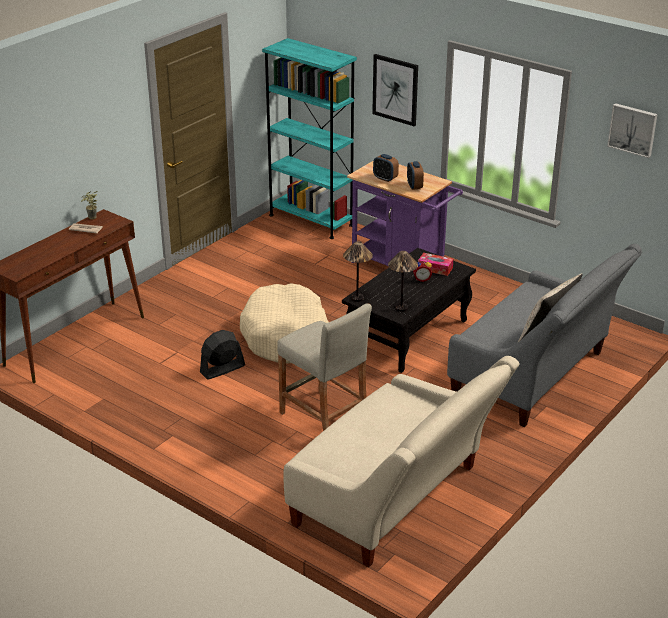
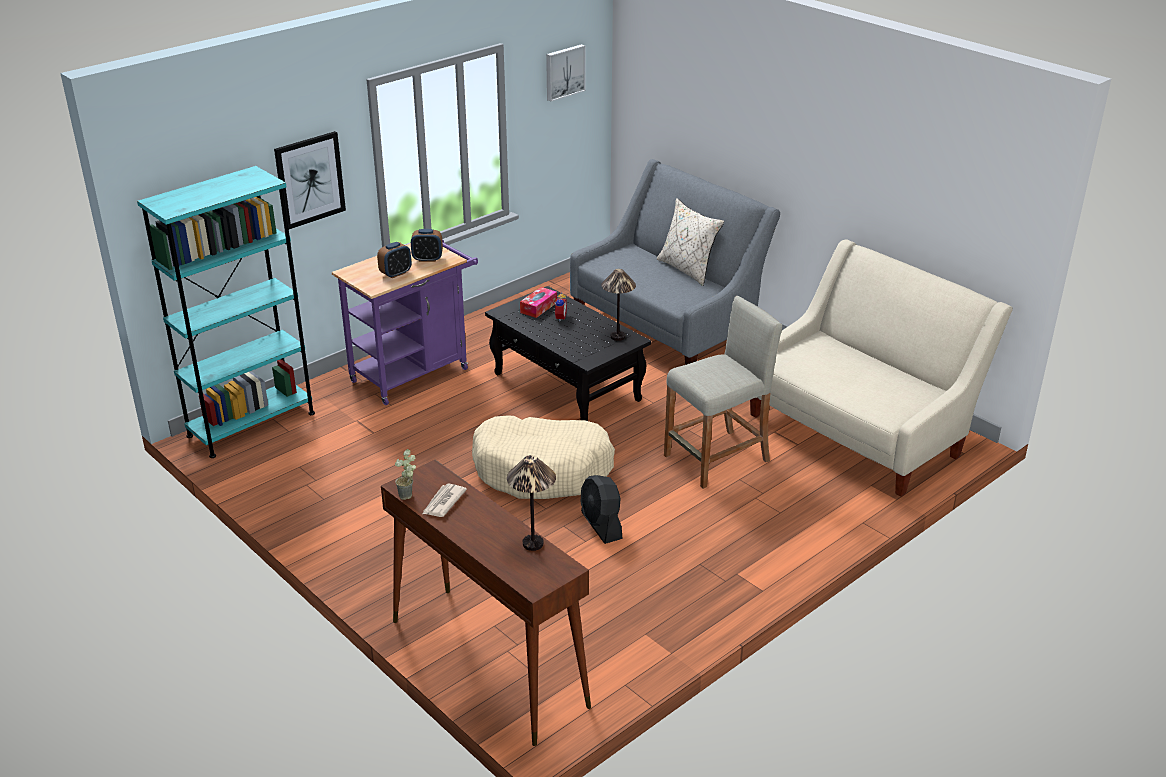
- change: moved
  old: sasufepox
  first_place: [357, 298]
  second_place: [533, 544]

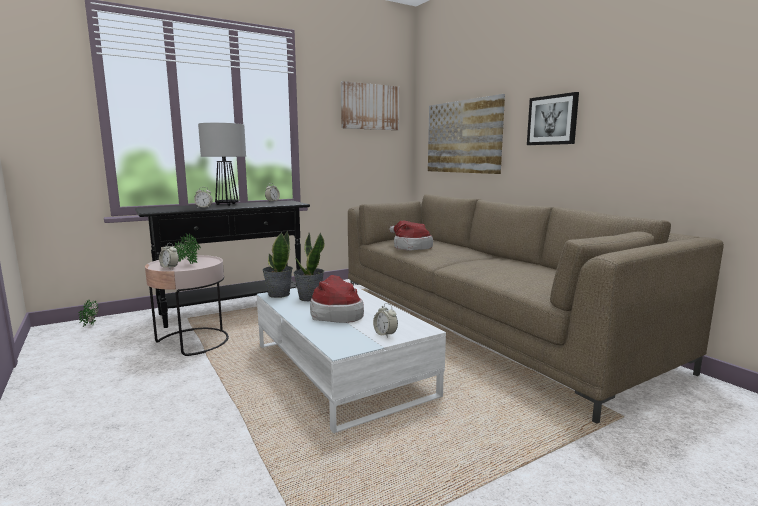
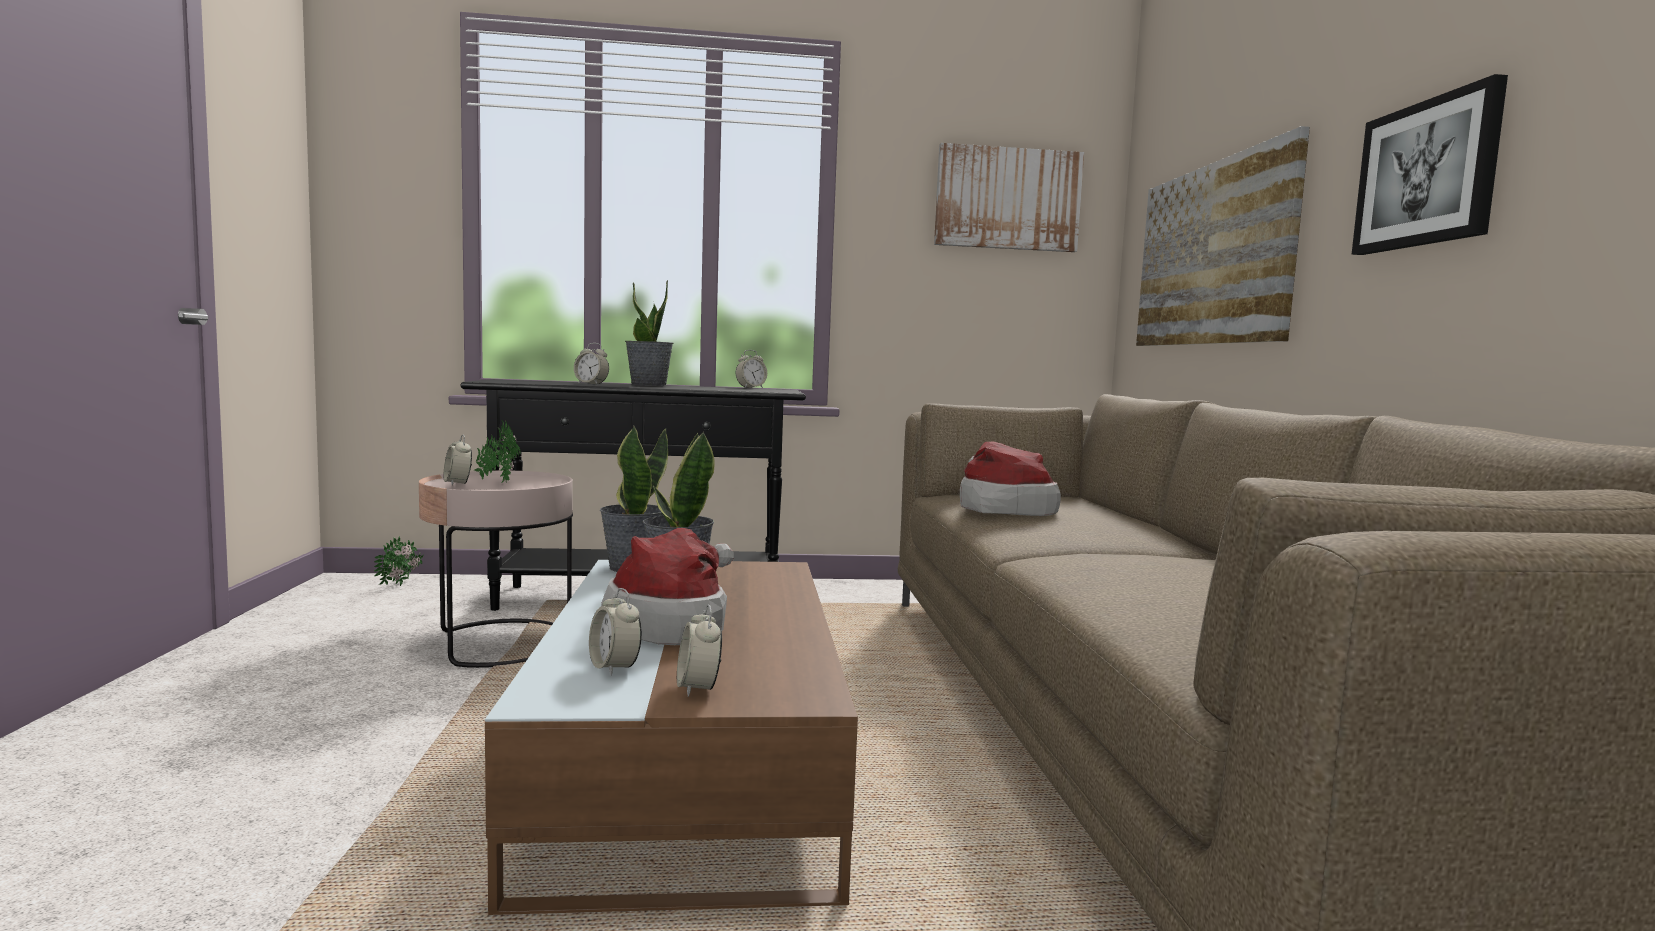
- change: recoloured
  old: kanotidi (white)
  new: kanotidi (brown)
  first_place: [340, 369]
  second_place: [690, 764]
- change: added
  new: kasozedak
  second_place: [614, 667]
- change: replaced
  old: sasufepox
  new: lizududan
  first_place: [226, 204]
  second_place: [649, 385]

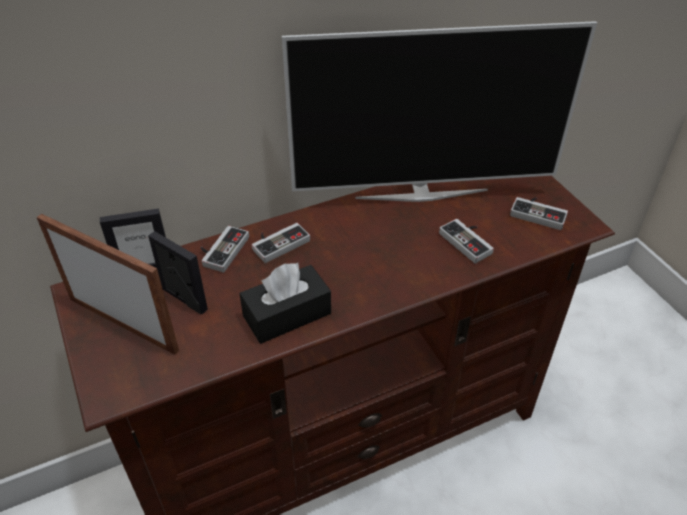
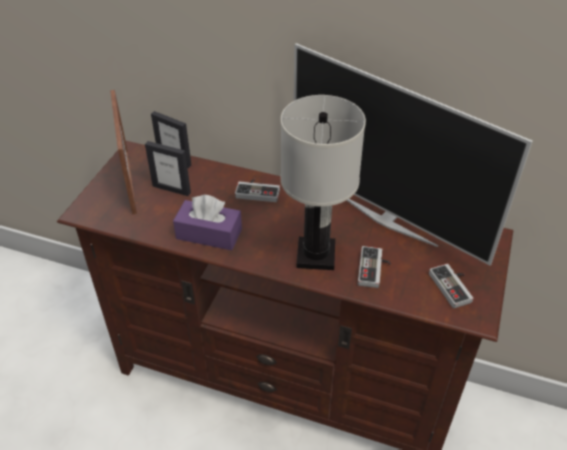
- change: turned
  old: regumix
  first_place: [184, 299]
  second_place: [171, 189]
  degrees: 120
- change: recoloured
  old: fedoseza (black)
  new: fedoseza (purple)
  first_place: [287, 314]
  second_place: [209, 234]
- change: added
  new: sasufepox (white)
  second_place: [315, 255]
- change: removed
  old: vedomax
  first_place: [221, 250]

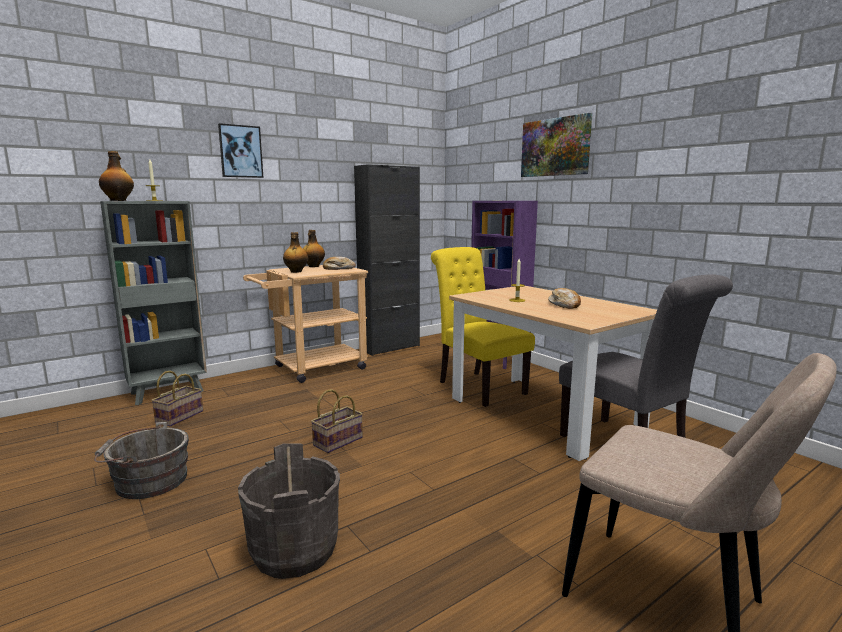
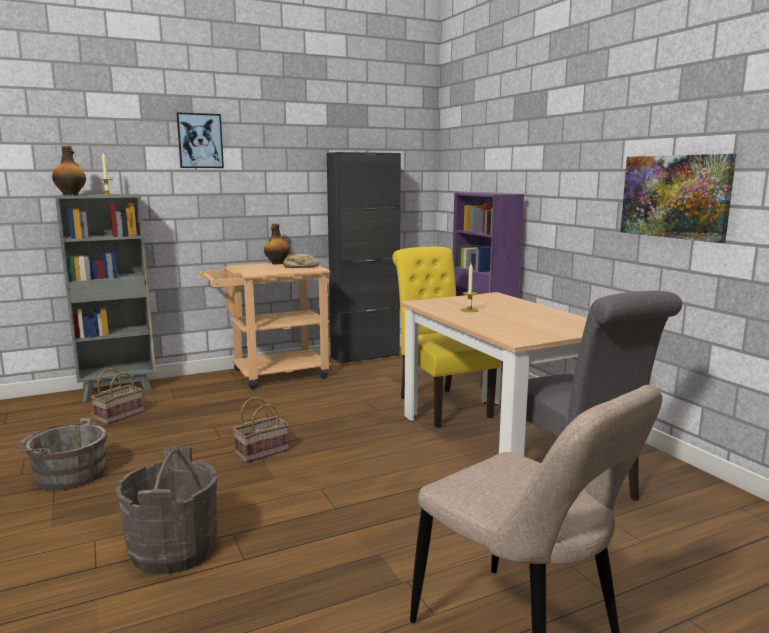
- change: moved
  old: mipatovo
  first_place: [555, 147]
  second_place: [675, 196]
- change: removed
  old: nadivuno
  first_place: [296, 272]
- change: removed
  old: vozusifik
  first_place: [565, 305]

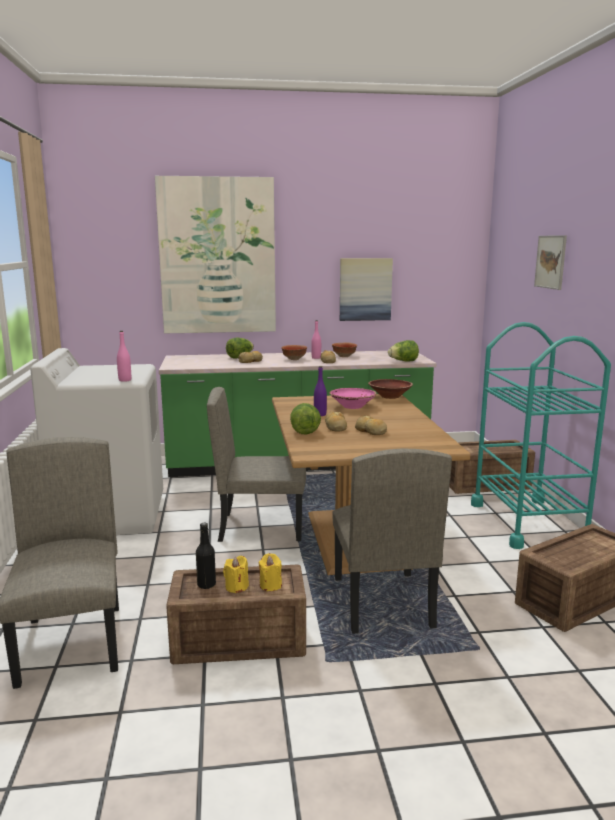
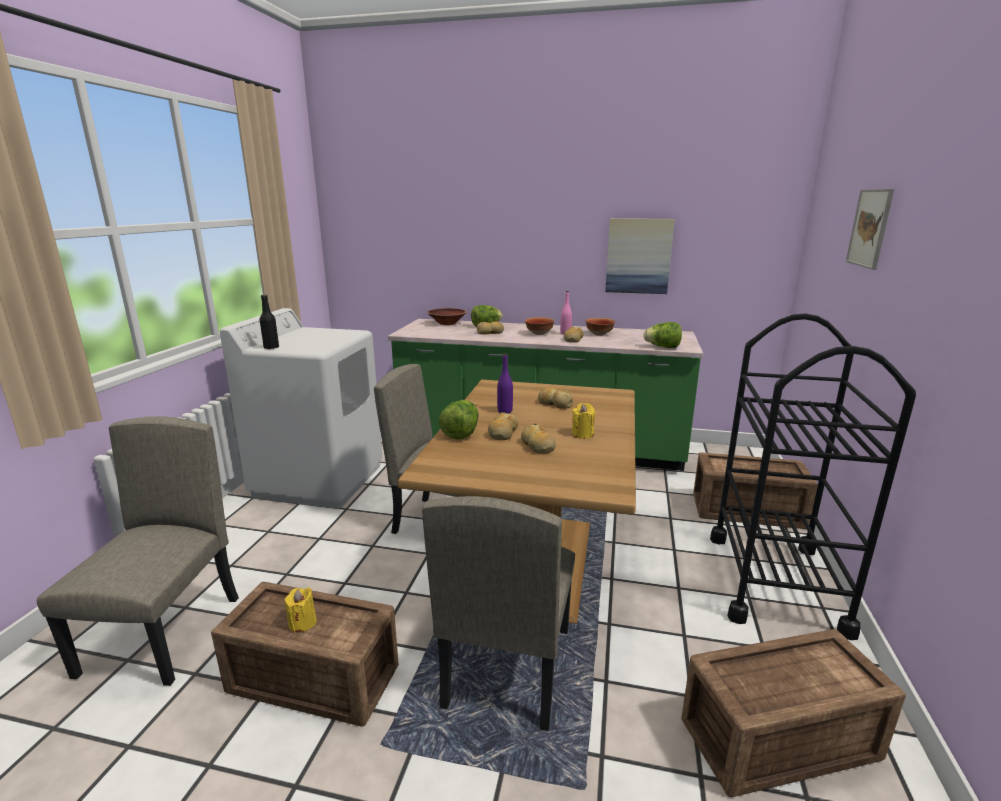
- change: moved
  old: nadivuno (black)
  first_place: [206, 585]
  second_place: [271, 347]
- change: moved
  old: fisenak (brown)
  first_place: [390, 396]
  second_place: [447, 323]
- change: replaced
  old: fisenak (pink)
  new: vozusifik
  first_place: [352, 406]
  second_place: [555, 403]
- change: moved
  old: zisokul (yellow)
  first_place: [270, 585]
  second_place: [582, 434]
- change: recoloured
  old: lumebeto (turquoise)
  new: lumebeto (black)
  first_place: [528, 522]
  second_place: [775, 581]
- change: removed
  old: nadivuno (pink)
  first_place: [125, 380]
- change: removed
  old: mipatovo
  first_place: [217, 256]

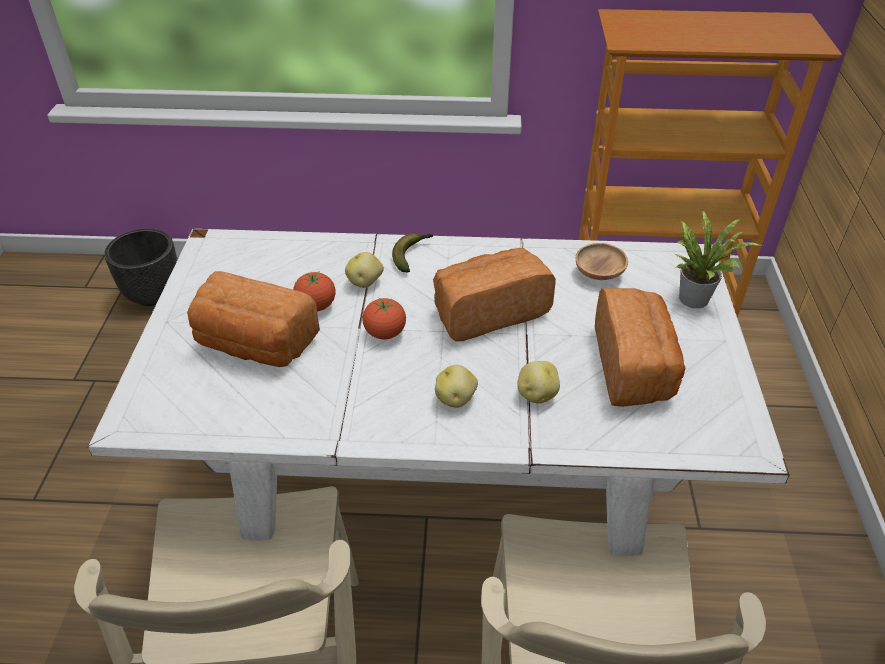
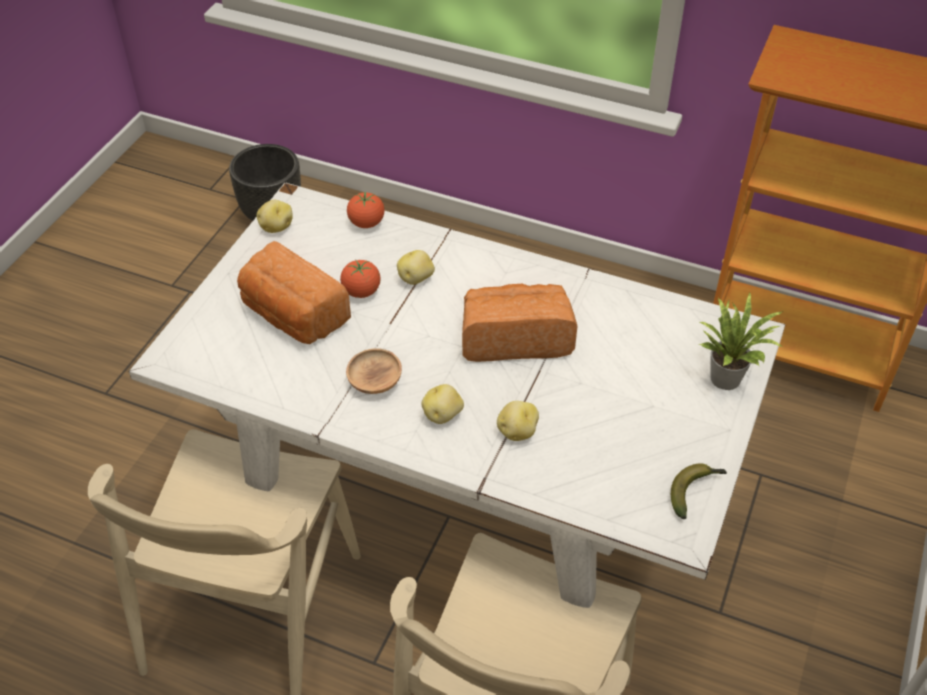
- change: added
  new: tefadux
  second_place: [276, 227]
- change: moved
  old: fisenak (brown)
  first_place: [599, 273]
  second_place: [375, 382]
- change: moved
  old: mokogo
  first_place: [385, 333]
  second_place: [366, 223]
- change: moved
  old: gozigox
  first_place: [412, 255]
  second_place: [695, 491]
- change: removed
  old: vozusifik
  first_place: [634, 367]

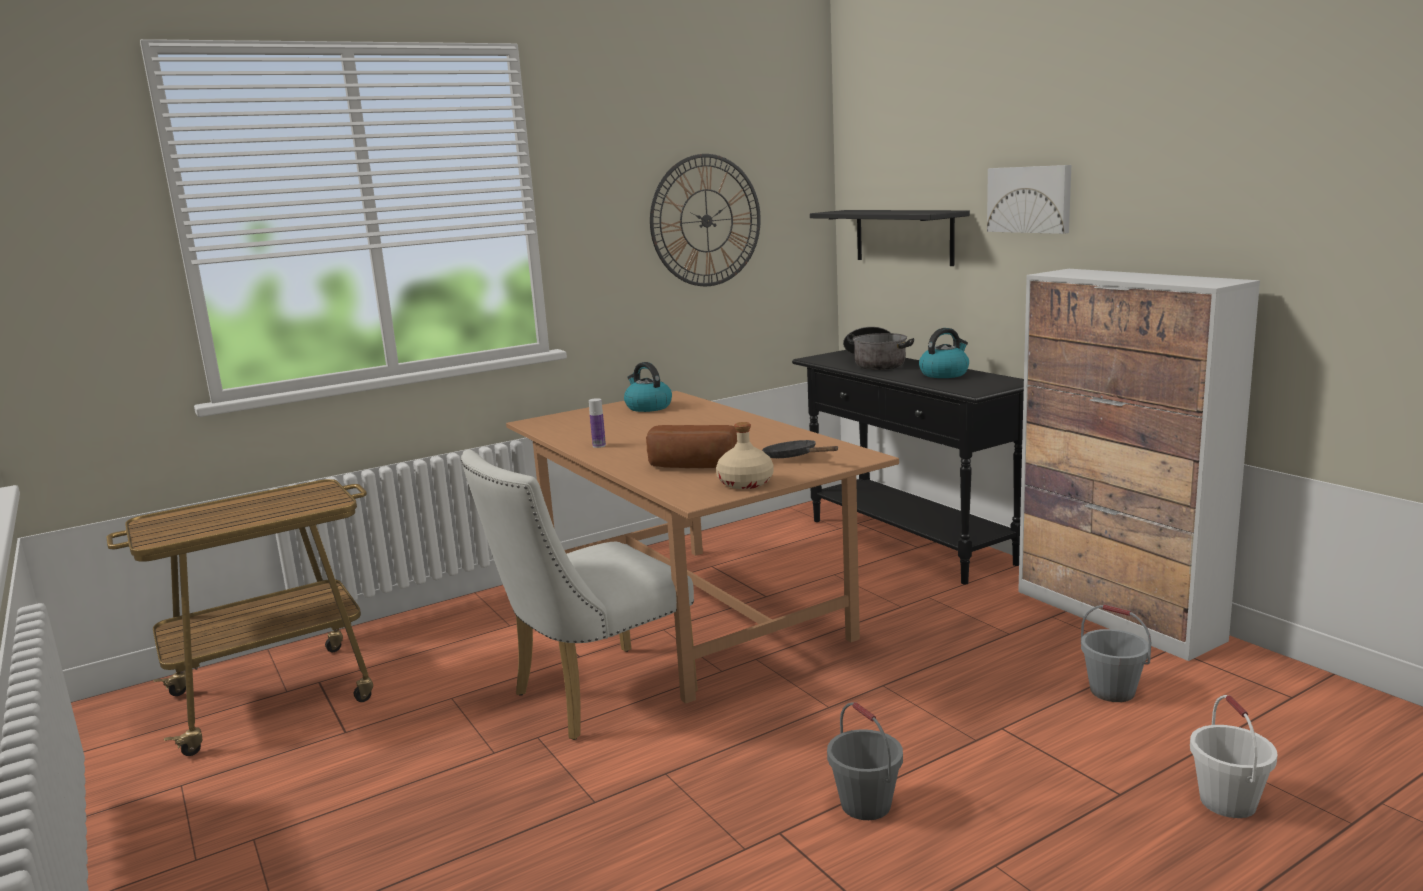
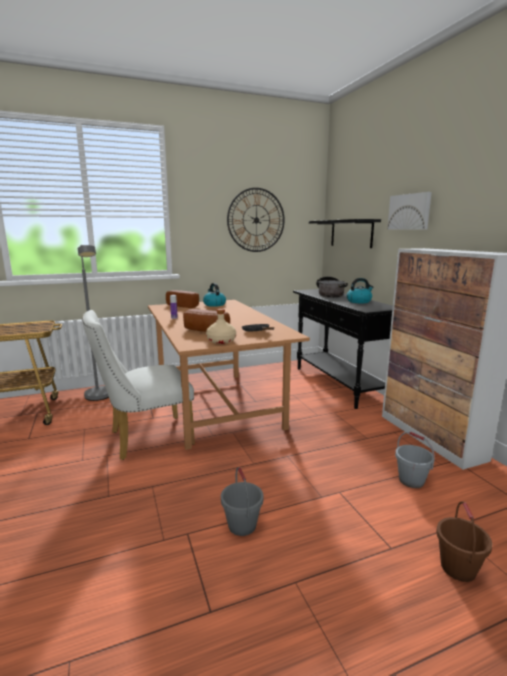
- change: added
  new: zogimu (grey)
  second_place: [100, 398]
- change: added
  new: vozusifik
  second_place: [184, 305]
- change: recoloured
  old: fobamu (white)
  new: fobamu (brown)
  first_place: [1228, 802]
  second_place: [458, 568]

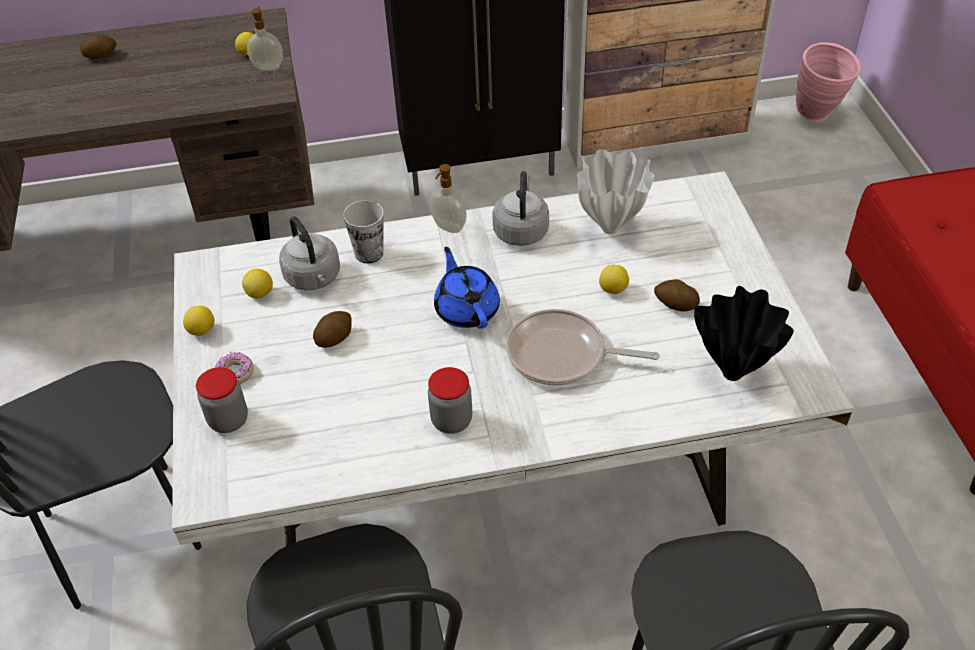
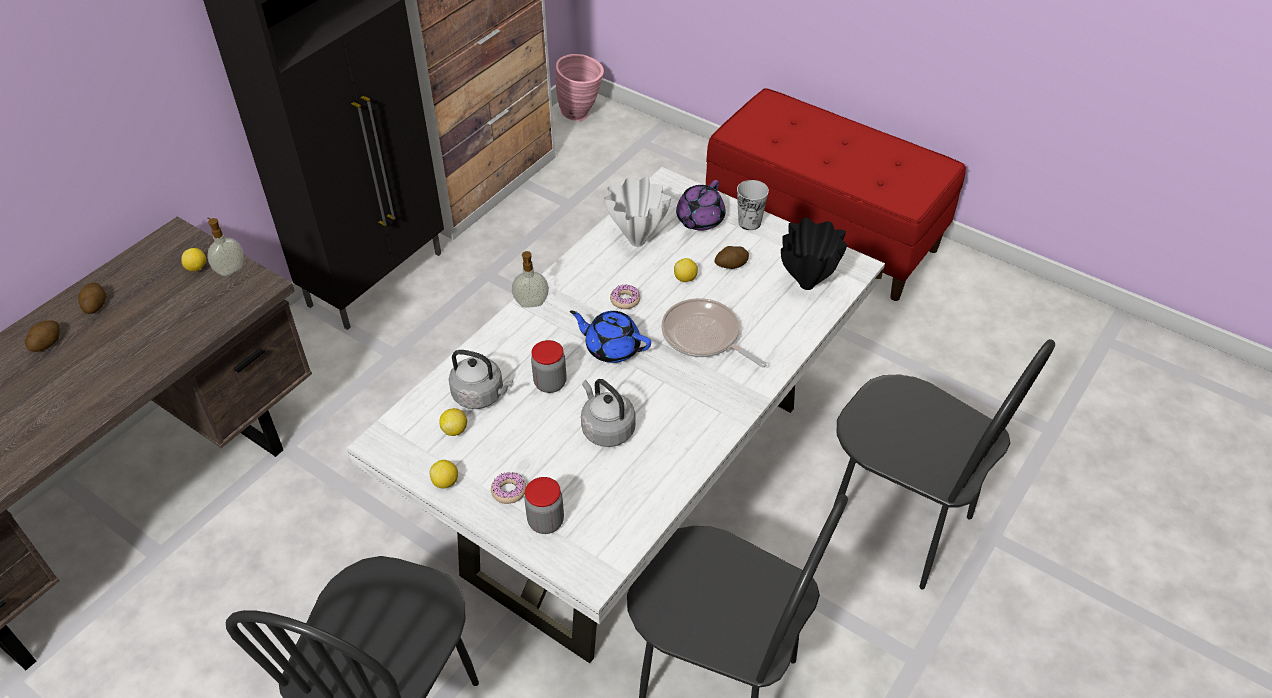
- change: moved
  old: tefadux
  first_place: [334, 337]
  second_place: [95, 305]
- change: moved
  old: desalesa
  first_place: [451, 420]
  second_place: [550, 383]
- change: moved
  old: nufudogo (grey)
  first_place: [521, 230]
  second_place: [606, 428]
- change: added
  new: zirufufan
  second_place: [625, 300]
- change: turned
  old: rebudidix
  first_place: [562, 355]
  second_place: [704, 337]
  degrees: 75
- change: added
  new: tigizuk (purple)
  second_place: [699, 220]
- change: moved
  old: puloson
  first_place: [369, 253]
  second_place: [749, 222]

